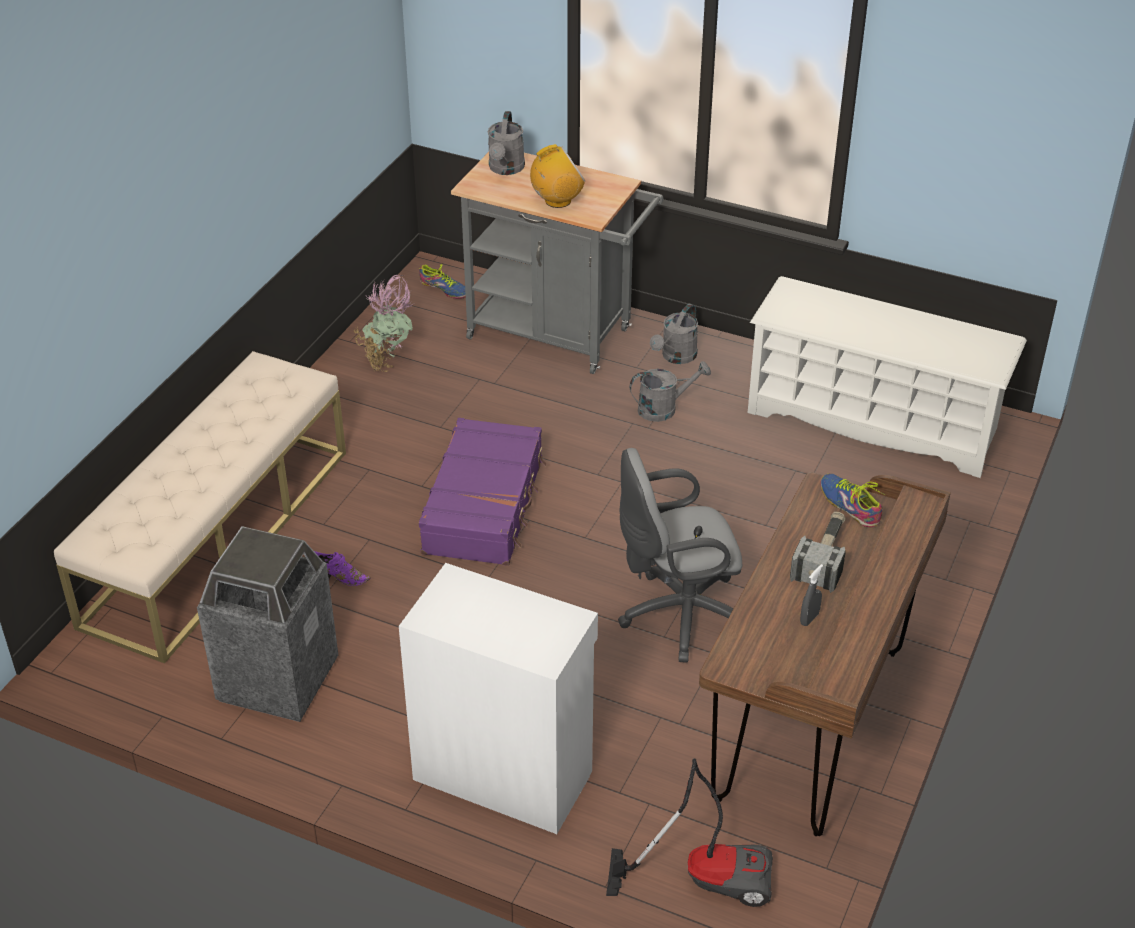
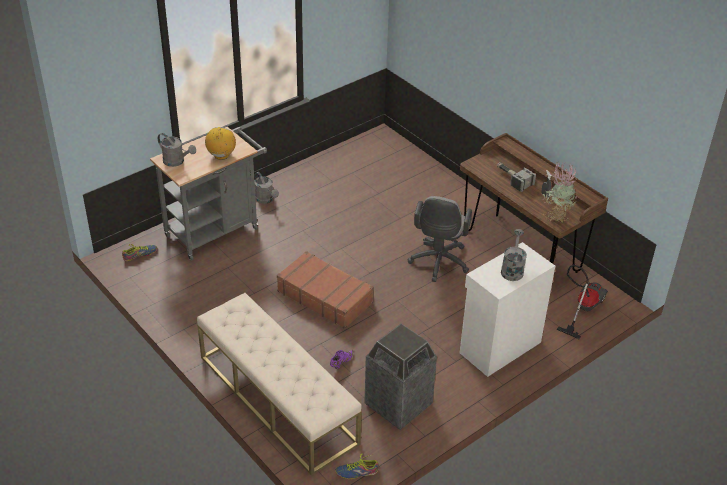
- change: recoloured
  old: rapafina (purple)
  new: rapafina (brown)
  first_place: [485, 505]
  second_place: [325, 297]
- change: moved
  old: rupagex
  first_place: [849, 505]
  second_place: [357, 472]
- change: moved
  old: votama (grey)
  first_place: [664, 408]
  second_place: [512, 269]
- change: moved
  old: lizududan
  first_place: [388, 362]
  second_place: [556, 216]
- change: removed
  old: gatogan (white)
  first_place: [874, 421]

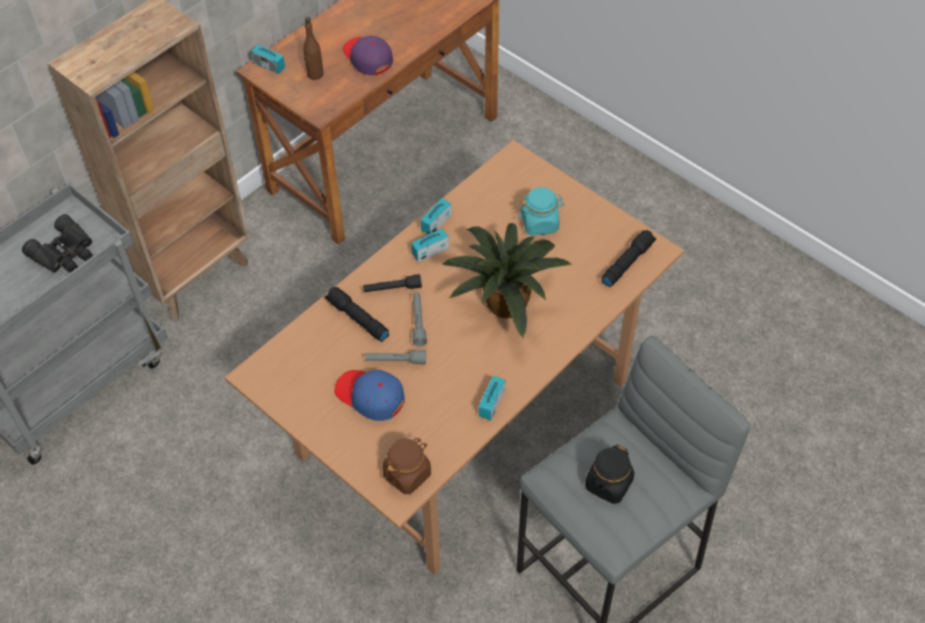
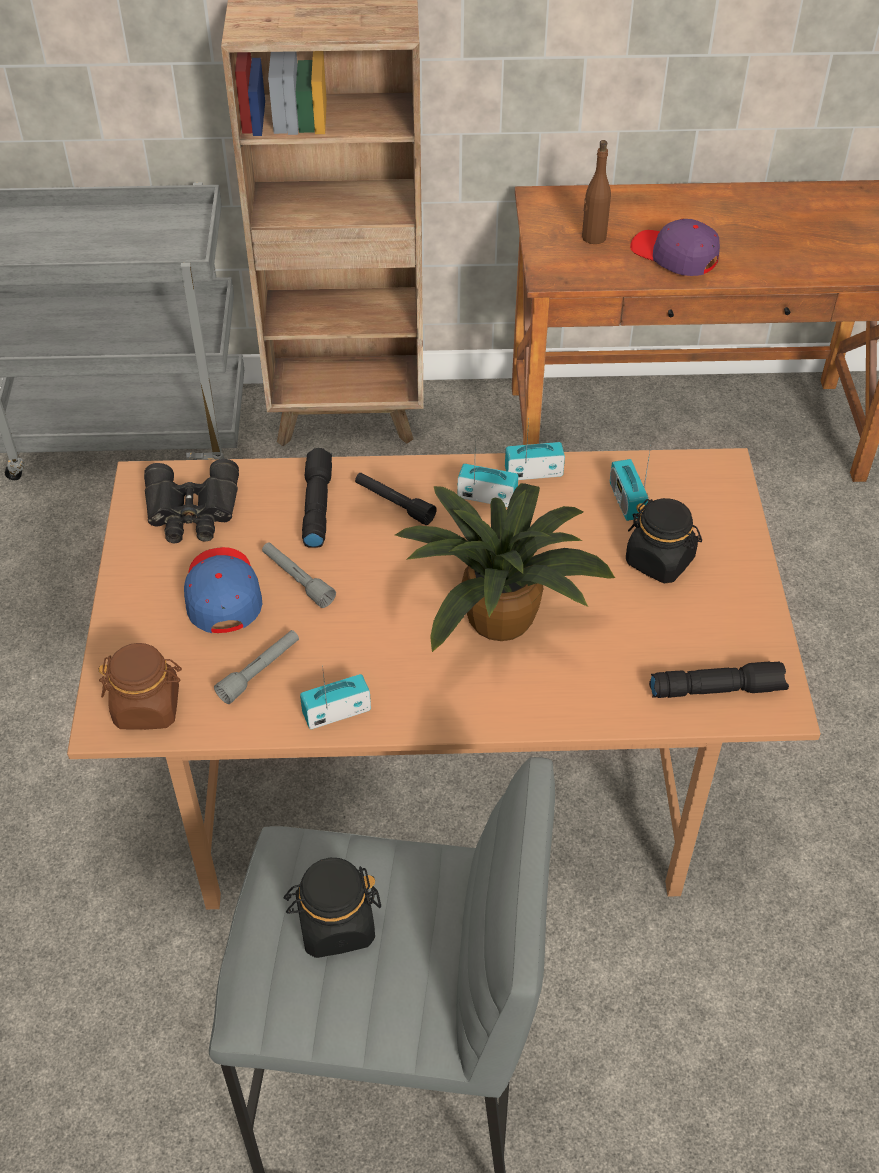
- change: moved
  old: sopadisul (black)
  first_place: [65, 253]
  second_place: [192, 512]
- change: moved
  old: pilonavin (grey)
  first_place: [418, 322]
  second_place: [260, 671]
- change: moved
  old: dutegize
  first_place: [269, 66]
  second_place: [626, 501]
- change: recoloured
  old: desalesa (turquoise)
  new: desalesa (black)
  first_place: [540, 223]
  second_place: [660, 561]
- change: turned
  old: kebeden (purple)
  first_place: [367, 58]
  second_place: [674, 256]
  degrees: -60

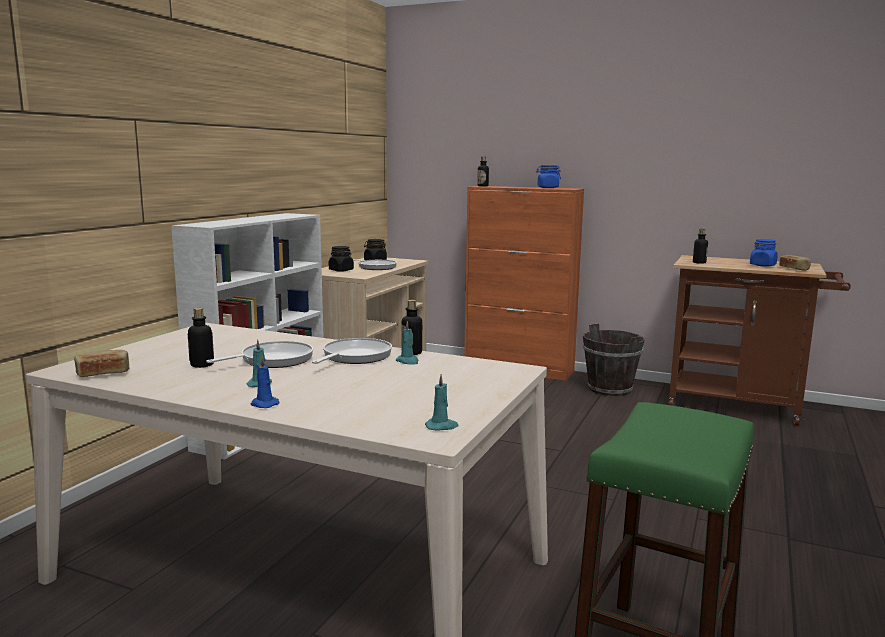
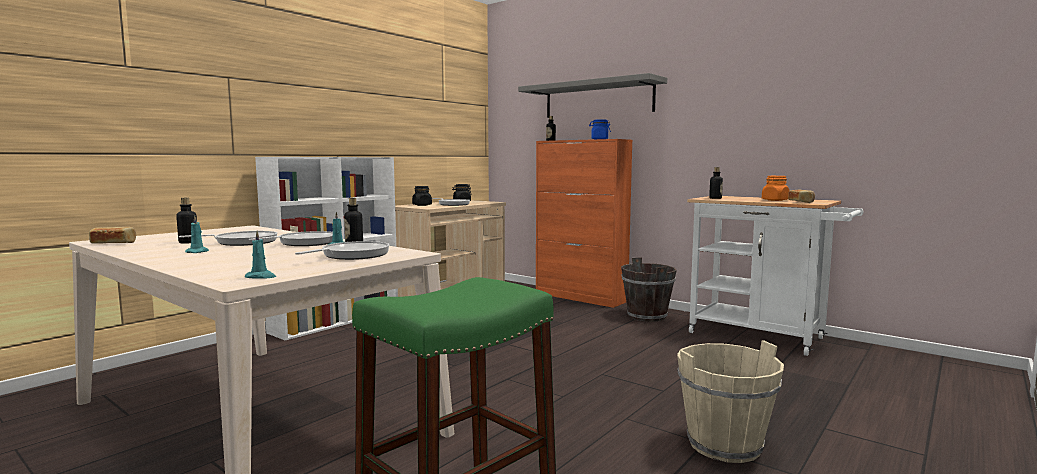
- change: added
  new: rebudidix
  second_place: [352, 255]
- change: added
  new: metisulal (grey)
  second_place: [598, 99]
- change: added
  new: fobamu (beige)
  second_place: [724, 445]
- change: recoloured
  old: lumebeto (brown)
  new: lumebeto (white)
  first_place: [743, 406]
  second_place: [764, 337]
- change: recoloured
  old: desalesa (blue)
  new: desalesa (orange)
  first_place: [762, 265]
  second_place: [775, 200]
- change: removed
  old: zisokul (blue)
  first_place: [263, 404]

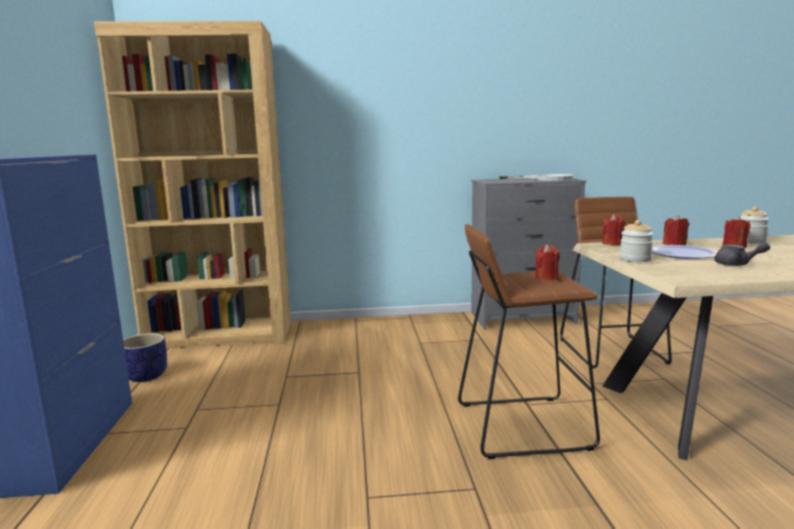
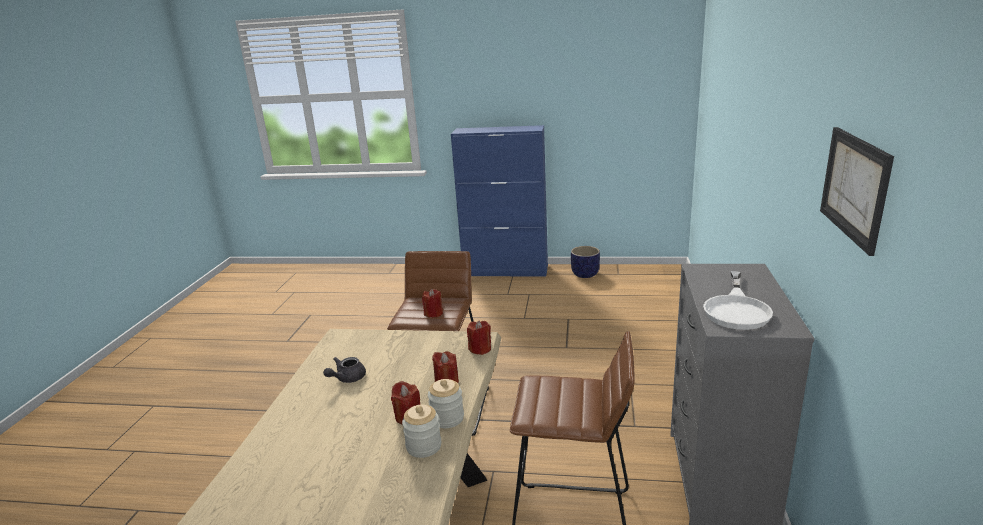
- change: moved
  old: desalesa
  first_place: [635, 259]
  second_place: [447, 418]
- change: added
  new: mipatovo
  second_place: [855, 187]
- change: removed
  old: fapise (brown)
  first_place: [220, 335]
- change: removed
  old: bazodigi
  first_place: [682, 254]

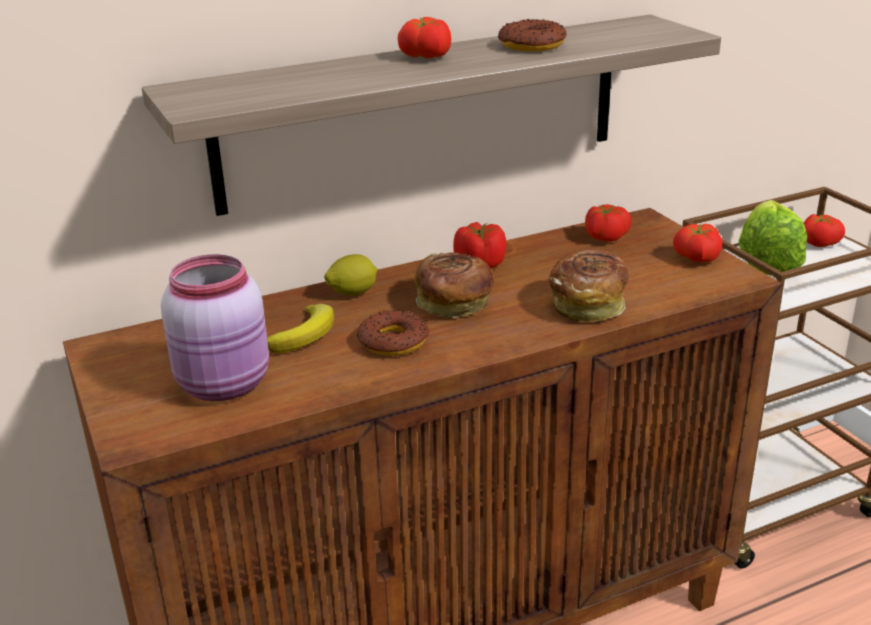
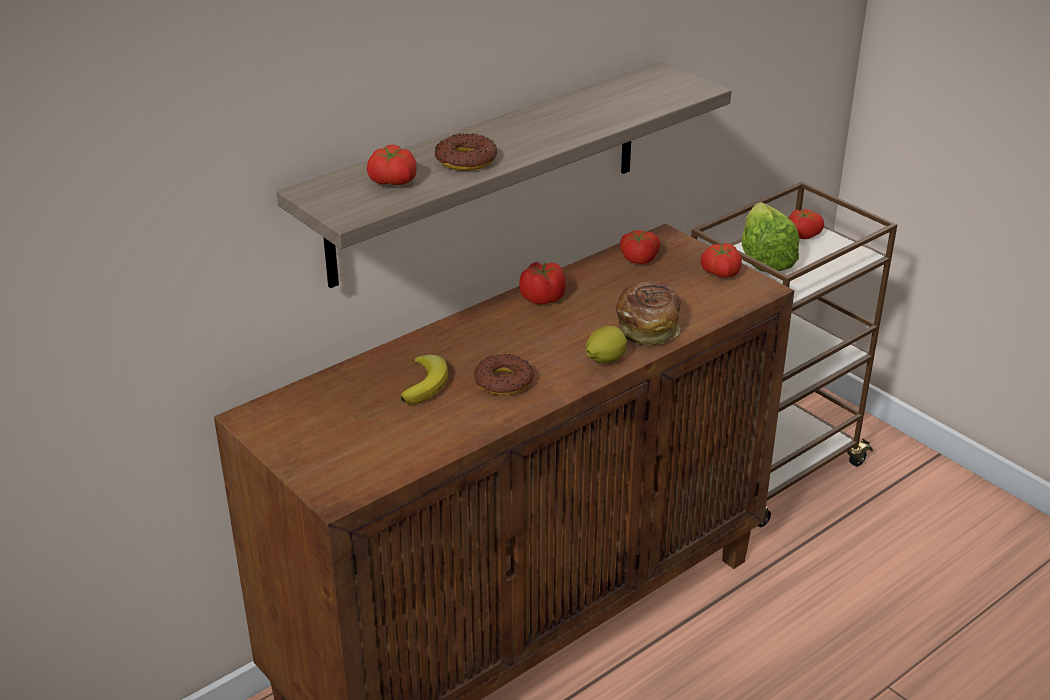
- change: moved
  old: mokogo
  first_place: [424, 57]
  second_place: [391, 182]
- change: moved
  old: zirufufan
  first_place: [531, 45]
  second_place: [466, 160]
- change: moved
  old: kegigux
  first_place: [352, 293]
  second_place: [604, 360]
- change: removed
  old: desalesa (pink)
  first_place: [227, 384]
- change: removed
  old: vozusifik
  first_place: [454, 304]

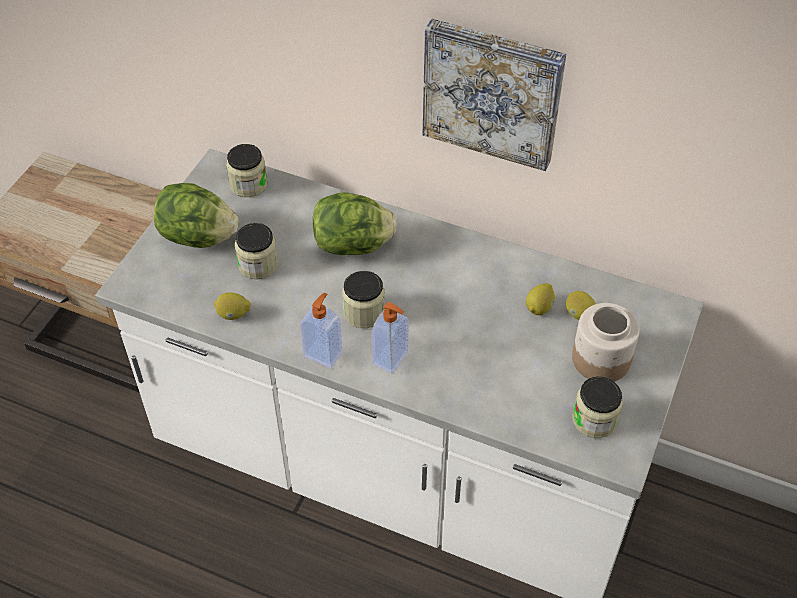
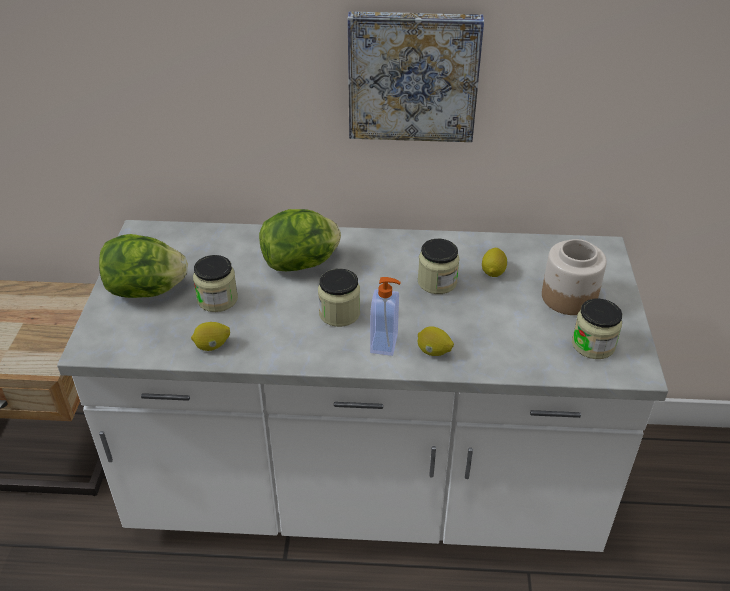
- change: moved
  old: desalesa
  first_place: [248, 184]
  second_place: [437, 282]
- change: moved
  old: kegigux
  first_place: [579, 315]
  second_place: [433, 352]
- change: removed
  old: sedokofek
  first_place: [323, 353]

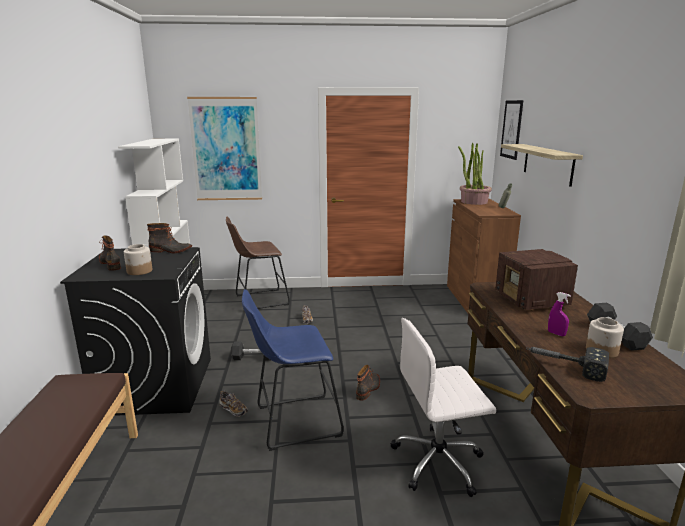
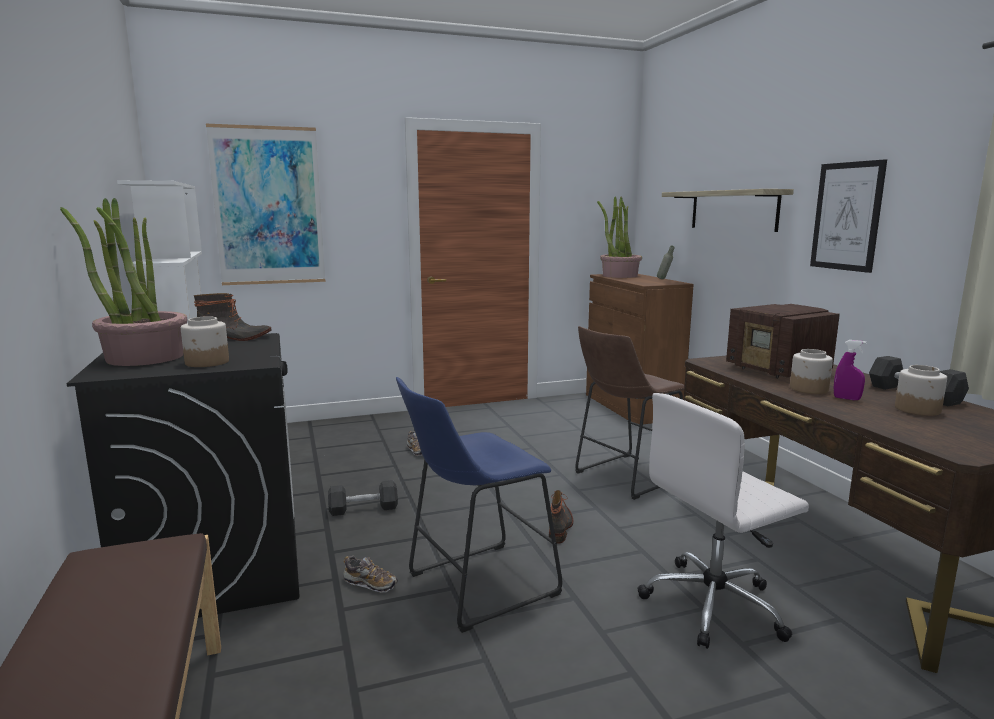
- change: replaced
  old: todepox
  new: lizududan
  first_place: [111, 264]
  second_place: [144, 357]
- change: moved
  old: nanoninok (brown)
  first_place: [258, 300]
  second_place: [625, 477]
- change: added
  new: desalesa
  second_place: [809, 389]
- change: moved
  old: mipatovo
  first_place: [511, 129]
  second_place: [846, 216]
- change: removed
  old: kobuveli
  first_place: [563, 365]

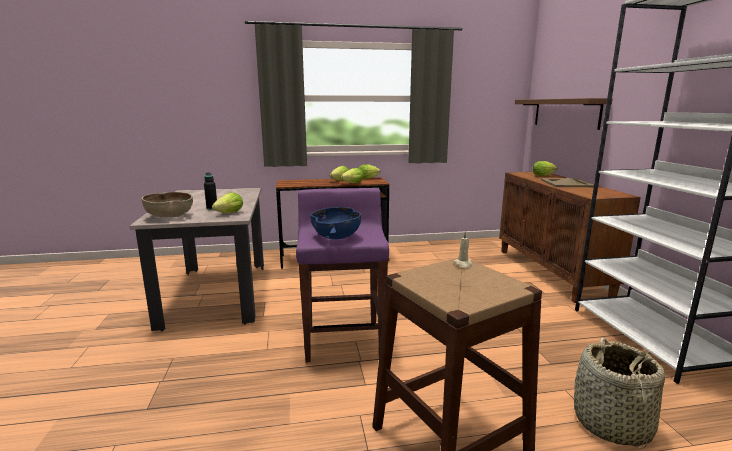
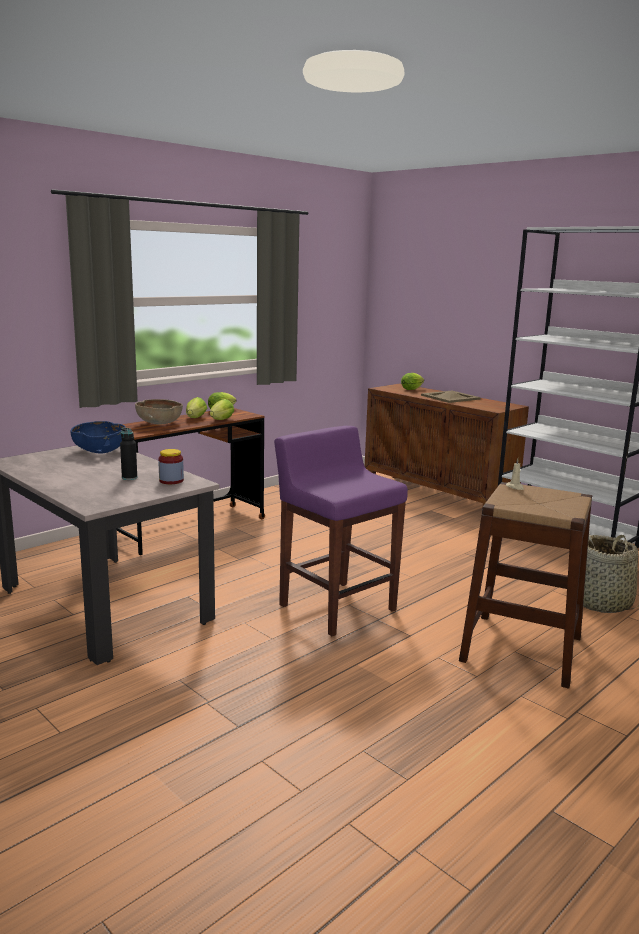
- change: moved
  old: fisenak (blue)
  first_place: [336, 236]
  second_place: [100, 451]
- change: moved
  old: fisenak (brown)
  first_place: [169, 216]
  second_place: [159, 424]
- change: replaced
  old: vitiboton
  new: desalesa
  first_place: [228, 213]
  second_place: [171, 481]
- change: removed
  old: metisulal (brown)
  first_place: [565, 113]

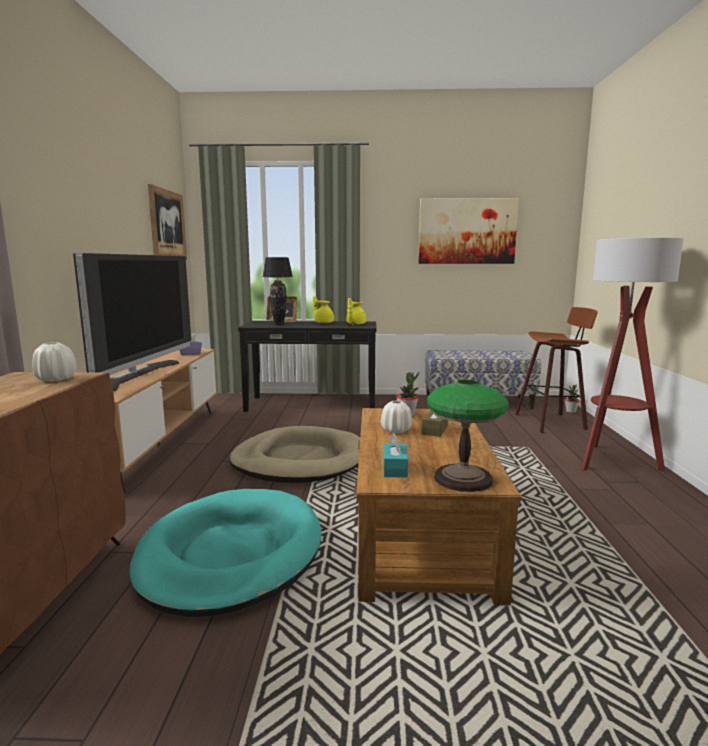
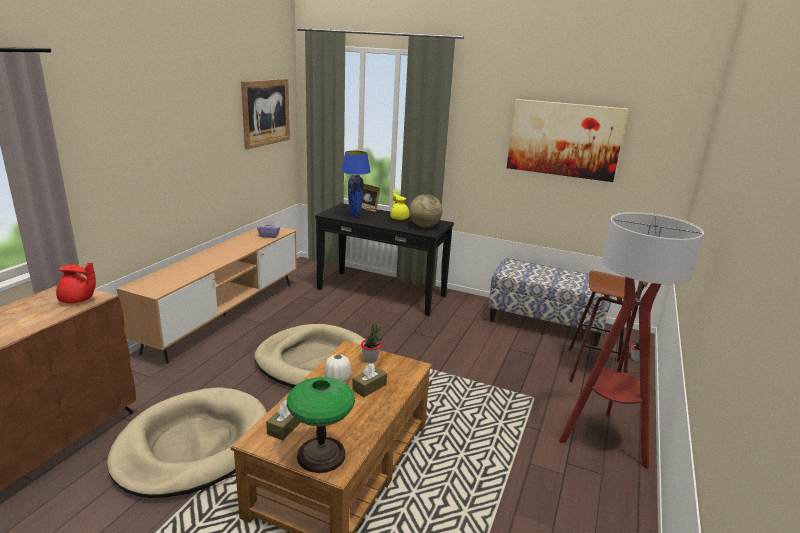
- change: replaced
  old: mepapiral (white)
  new: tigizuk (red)
  first_place: [56, 379]
  second_place: [78, 300]
- change: recoloured
  old: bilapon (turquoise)
  new: bilapon (beige)
  first_place: [231, 554]
  second_place: [193, 445]
- change: recoloured
  old: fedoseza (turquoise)
  new: fedoseza (brown)
  first_place: [395, 468]
  second_place: [285, 427]
- change: recoloured
  old: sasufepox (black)
  new: sasufepox (blue)
  first_place: [278, 324]
  second_place: [354, 215]
- change: replaced
  old: tigizuk (yellow)
  new: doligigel
  first_place: [355, 324]
  second_place: [424, 226]
- change: removed
  old: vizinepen
  first_place: [140, 375]

